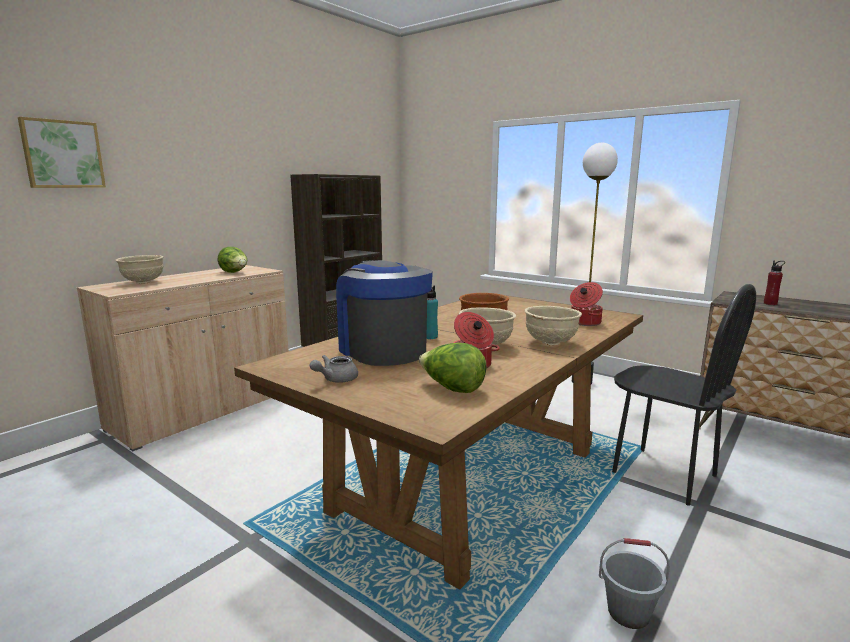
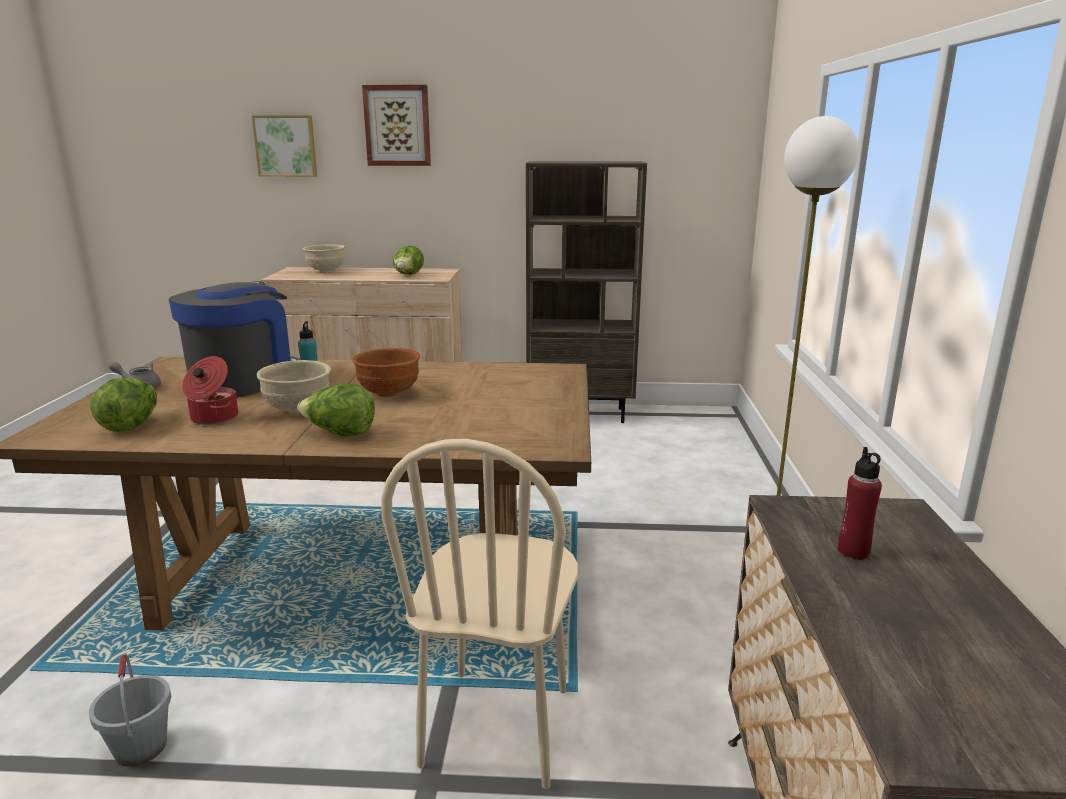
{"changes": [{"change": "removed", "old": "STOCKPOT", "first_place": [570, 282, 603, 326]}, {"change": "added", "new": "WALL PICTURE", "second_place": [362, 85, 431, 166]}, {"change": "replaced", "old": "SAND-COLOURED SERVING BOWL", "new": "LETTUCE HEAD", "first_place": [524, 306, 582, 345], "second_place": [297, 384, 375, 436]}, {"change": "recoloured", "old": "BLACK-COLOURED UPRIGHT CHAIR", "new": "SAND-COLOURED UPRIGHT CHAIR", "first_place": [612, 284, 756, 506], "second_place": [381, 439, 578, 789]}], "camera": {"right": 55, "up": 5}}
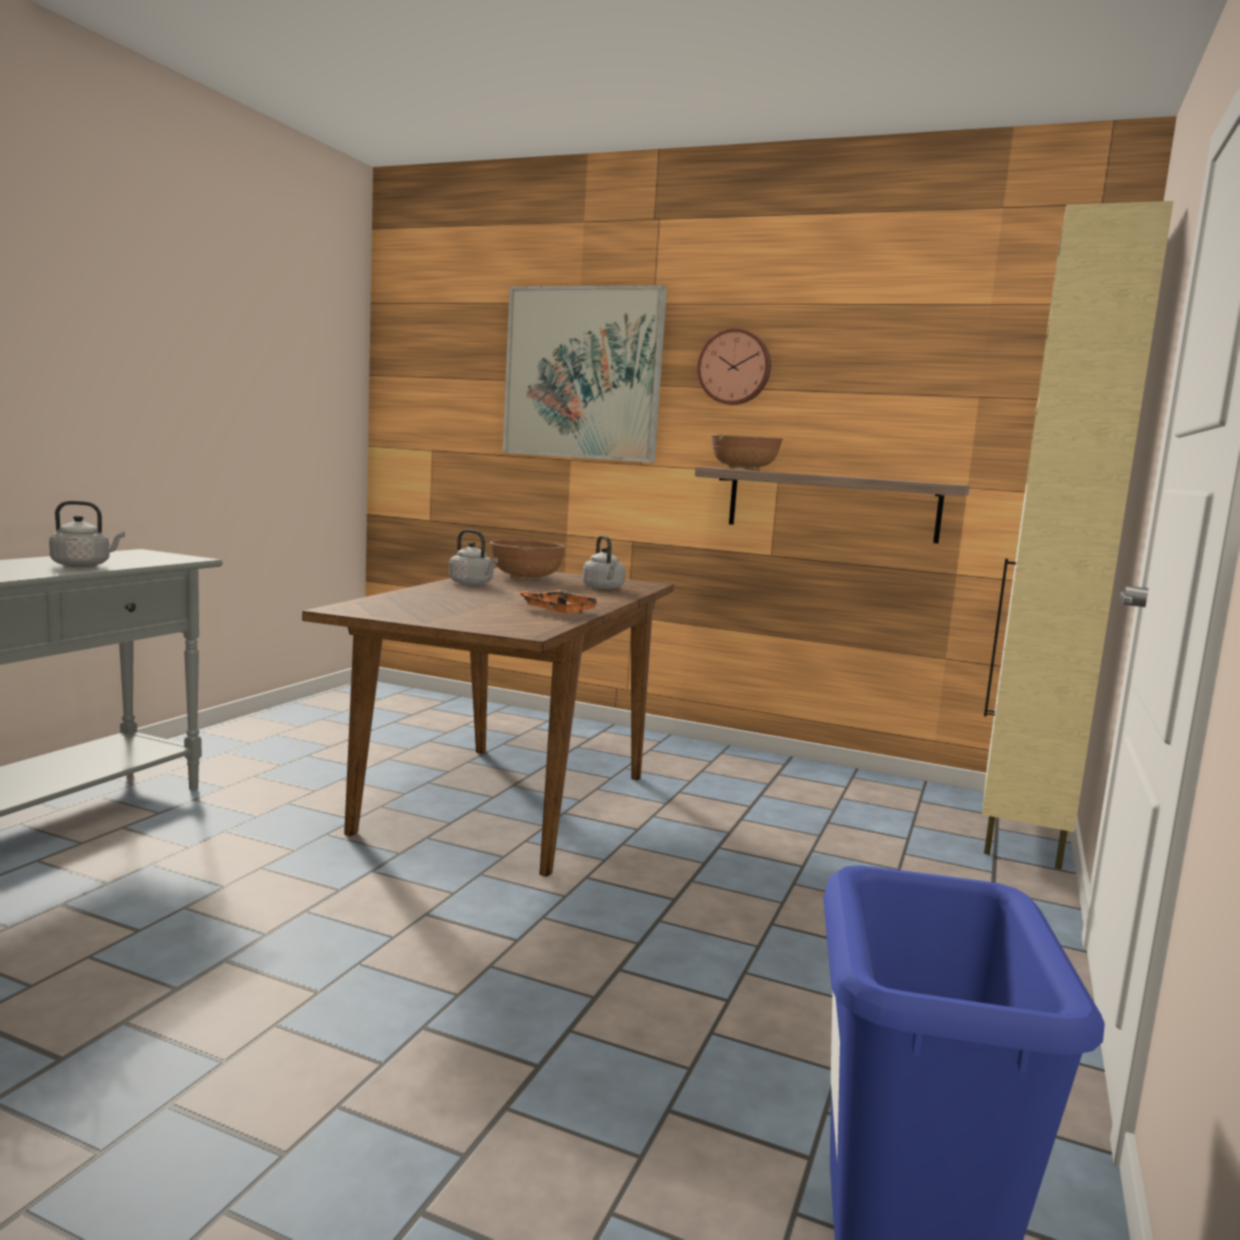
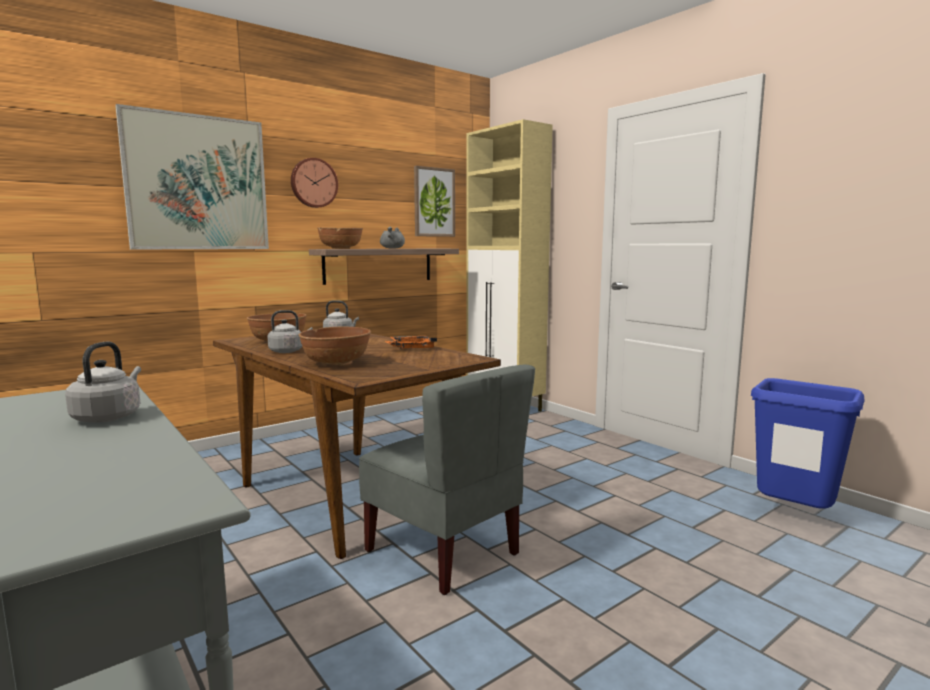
{"changes": [{"change": "added", "new": "BROWN SERVING BOWL", "second_place": [299, 327, 371, 366]}, {"change": "added", "new": "GRAY UPRIGHT CHAIR", "second_place": [359, 365, 535, 595]}, {"change": "added", "new": "GRAY STOCKPOT", "second_place": [380, 227, 405, 249]}, {"change": "added", "new": "WALL PICTURE", "second_place": [414, 166, 455, 237]}], "camera": {"right": -60, "up": 0}}
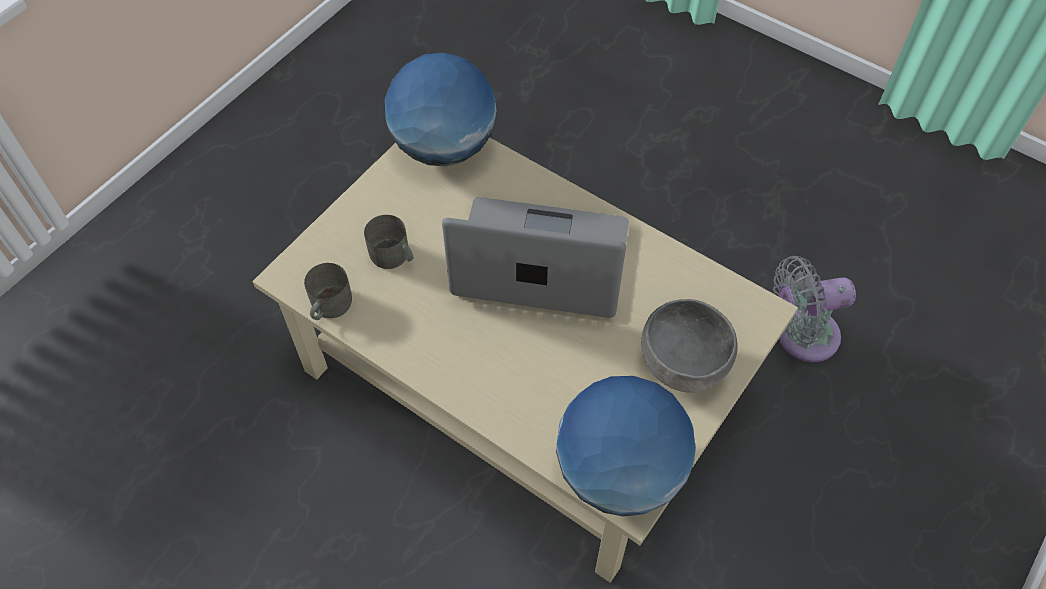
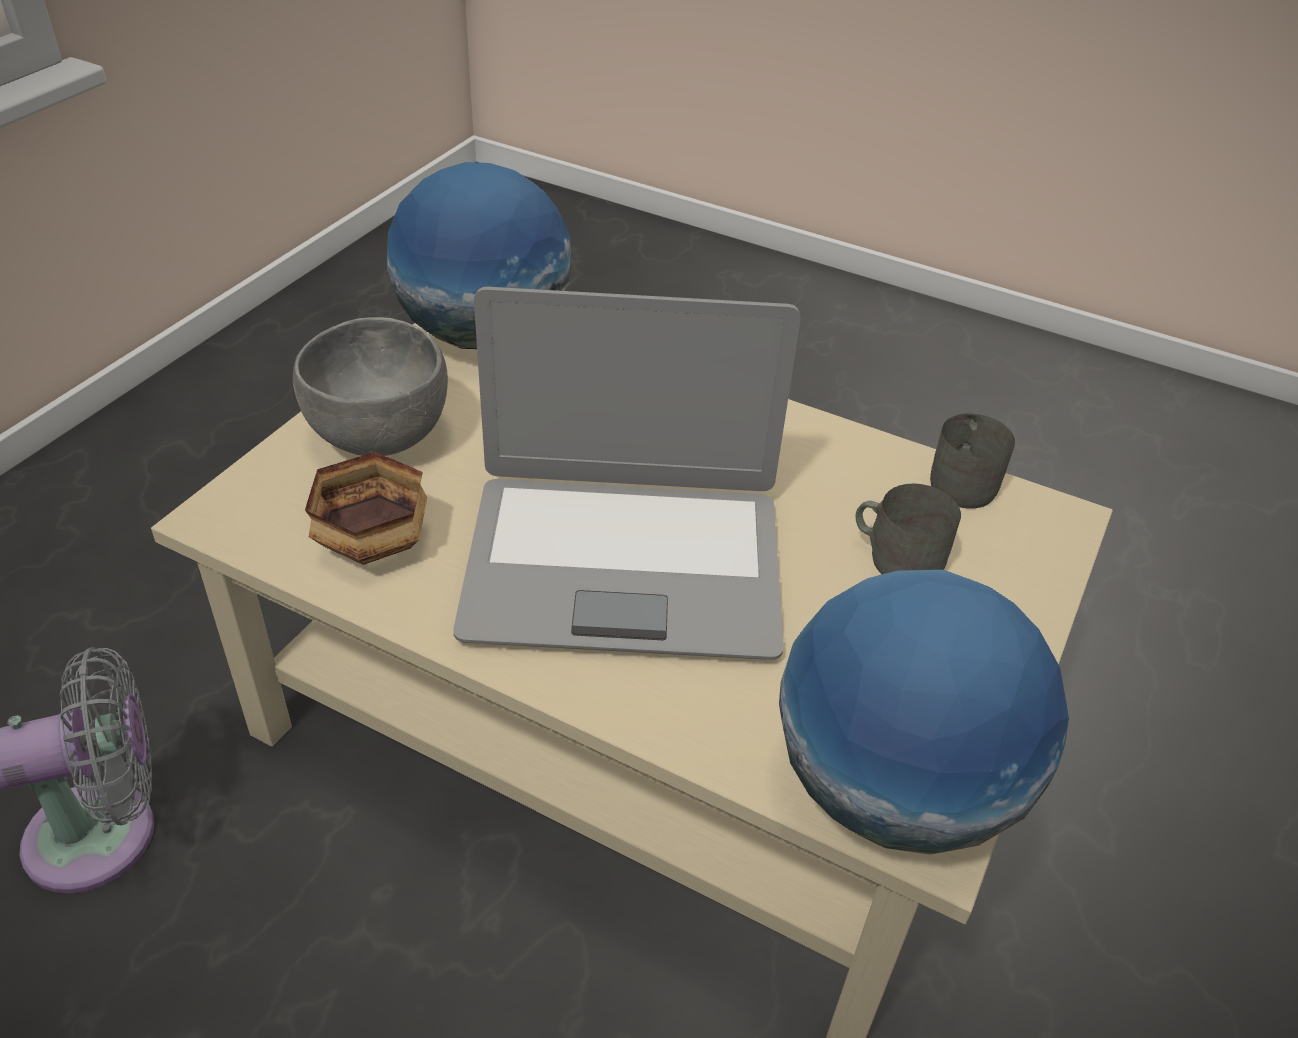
{"changes": [{"change": "added", "new": "SERVING BOWL", "second_place": [305, 452, 427, 565]}], "camera": {"right": 170, "up": -15}}
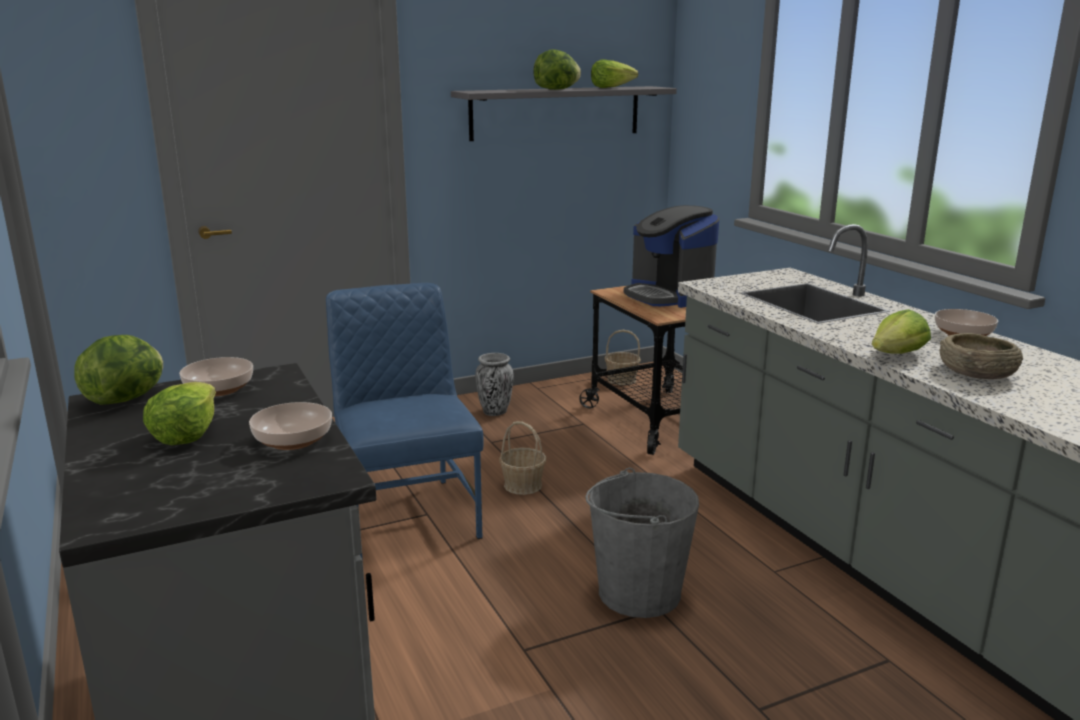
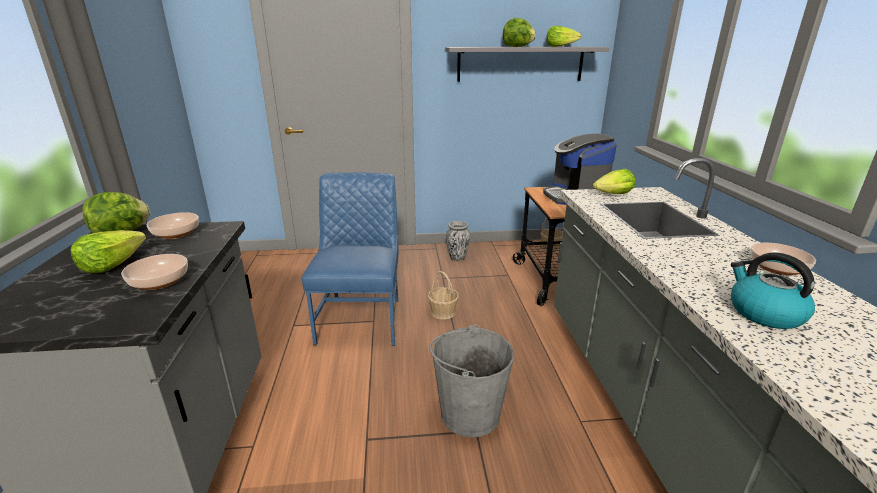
{"changes": [{"change": "moved", "old": "LETTUCE HEAD", "first_place": [872, 309, 931, 354], "second_place": [593, 169, 635, 194]}, {"change": "replaced", "old": "SAND-COLOURED SERVING BOWL", "new": "WATER KETTLE", "first_place": [939, 333, 1023, 379], "second_place": [731, 252, 815, 329]}], "camera": {"right": 20, "up": 5}}
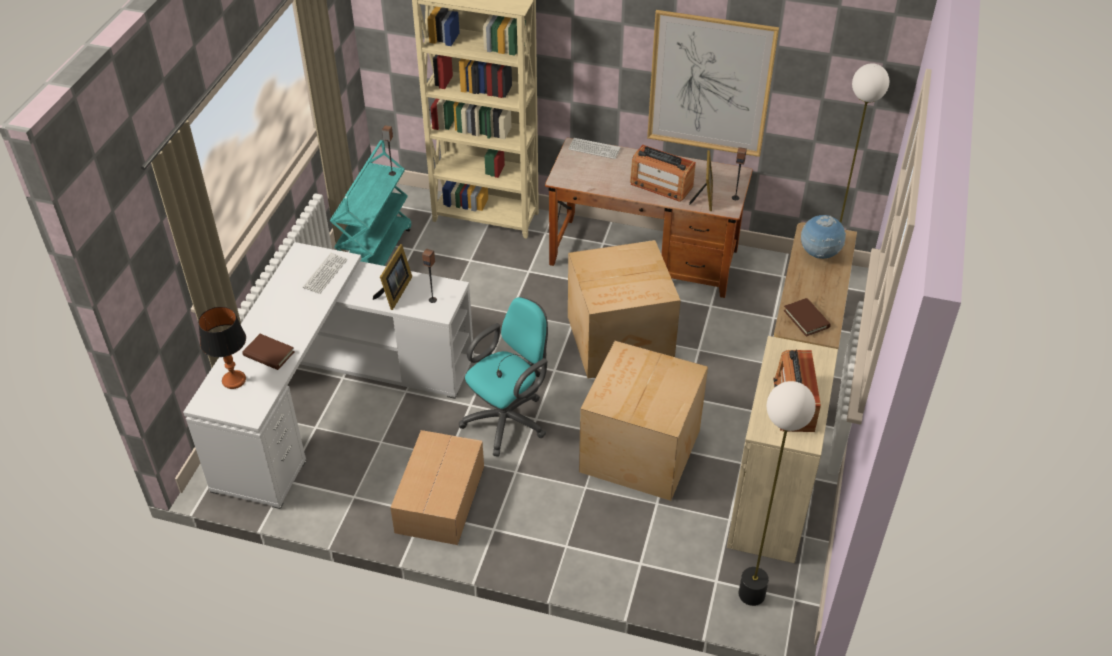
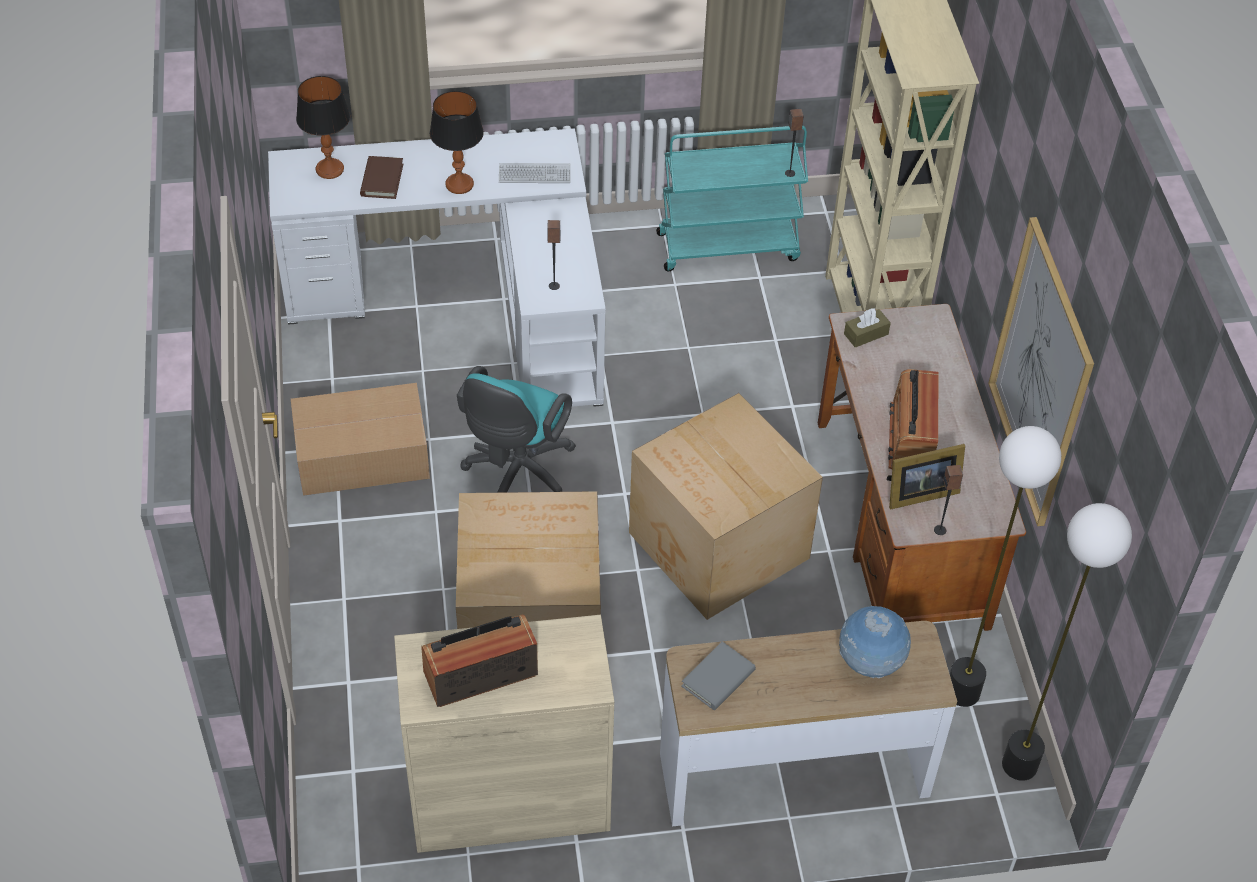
{"changes": [{"change": "removed", "old": "STANDING FRAME", "first_place": [373, 244, 412, 310]}, {"change": "removed", "old": "KEYBOARD", "first_place": [569, 138, 621, 159]}, {"change": "added", "new": "LAMP FOR A TABLE", "second_place": [430, 91, 484, 194]}, {"change": "added", "new": "BROWN BOX OF TISSUES", "second_place": [844, 308, 891, 348]}, {"change": "moved", "old": "STANDING LAMP", "first_place": [739, 381, 816, 606], "second_place": [950, 426, 1061, 707]}, {"change": "recoloured", "old": "BROWN VOLUME", "new": "GRAY VOLUME", "first_place": [783, 298, 831, 337], "second_place": [682, 641, 756, 710]}, {"change": "turned", "old": "TURQUOISE-COLOURED COMPUTER CHAIR", "first_place": [459, 297, 548, 457], "second_place": [457, 366, 576, 493], "degrees": 90}], "camera": {"right": 65, "up": 5}}
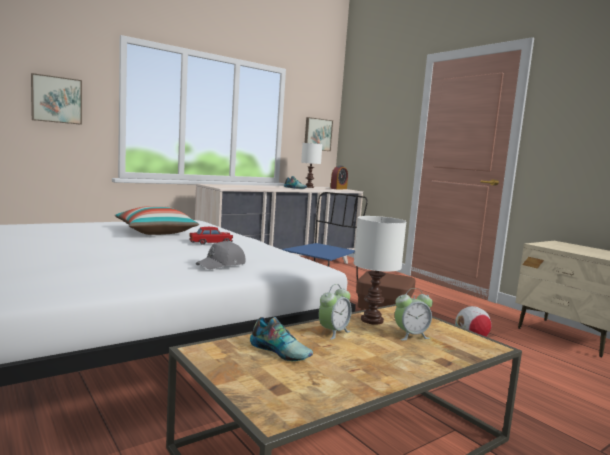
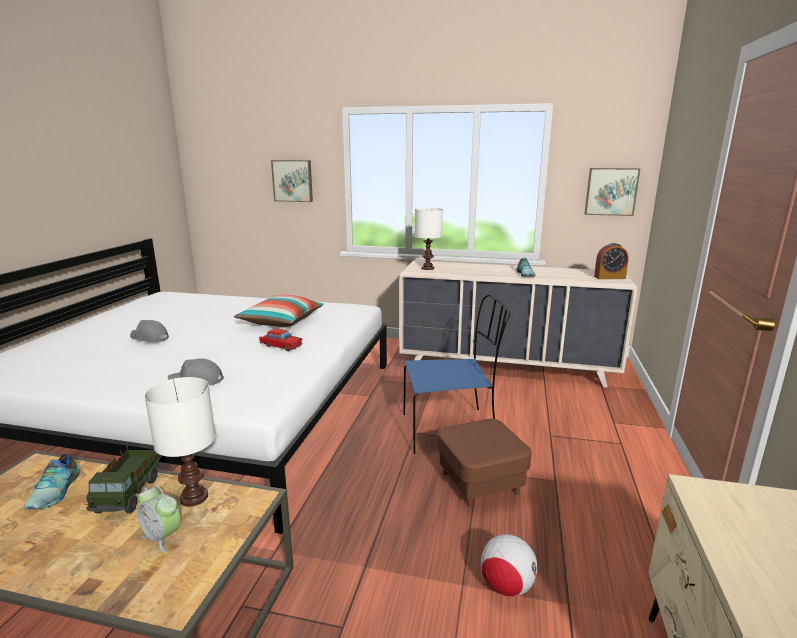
{"changes": [{"change": "added", "new": "GRAY CAP", "second_place": [130, 320, 169, 343]}, {"change": "moved", "old": "WHITISH LAMP FOR A TABLE", "first_place": [301, 143, 322, 188], "second_place": [415, 208, 443, 270]}, {"change": "replaced", "old": "BEDSIDE CLOCK", "new": "TOY TRUCK", "first_place": [318, 284, 352, 340], "second_place": [86, 444, 161, 513]}], "camera": {"right": 50, "up": 10}}
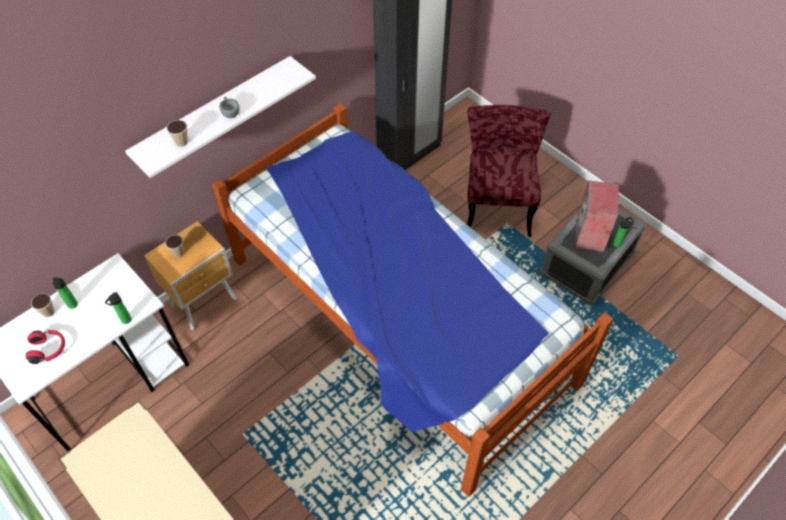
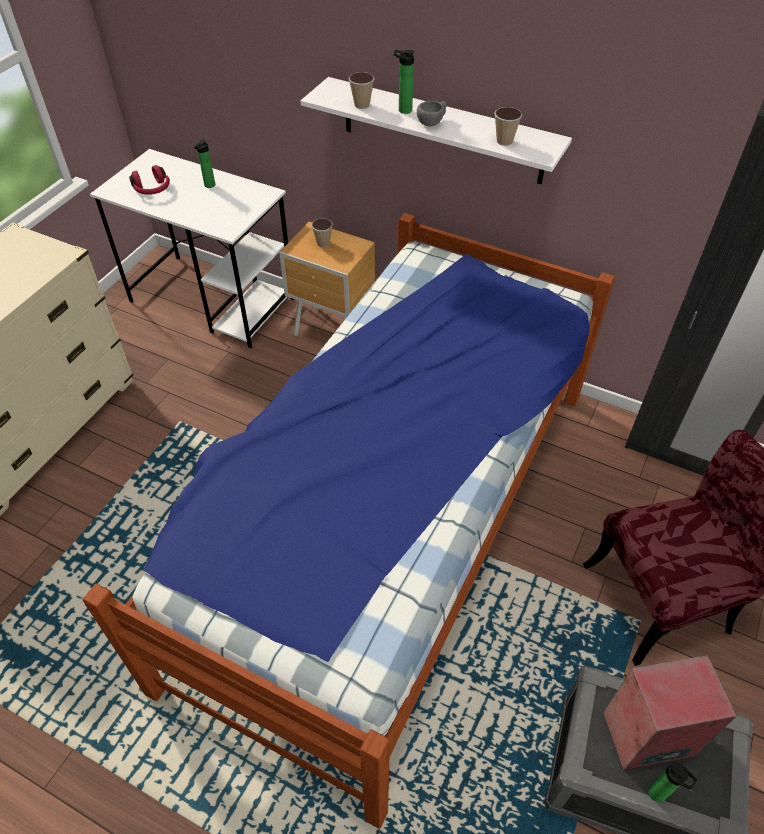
{"changes": [{"change": "moved", "old": "DRINKING CUP", "first_place": [31, 293, 54, 317], "second_place": [494, 107, 522, 146]}, {"change": "moved", "old": "BEVERAGE BOTTLE", "first_place": [105, 292, 132, 324], "second_place": [394, 50, 415, 114]}], "camera": {"right": 70, "up": -5}}
